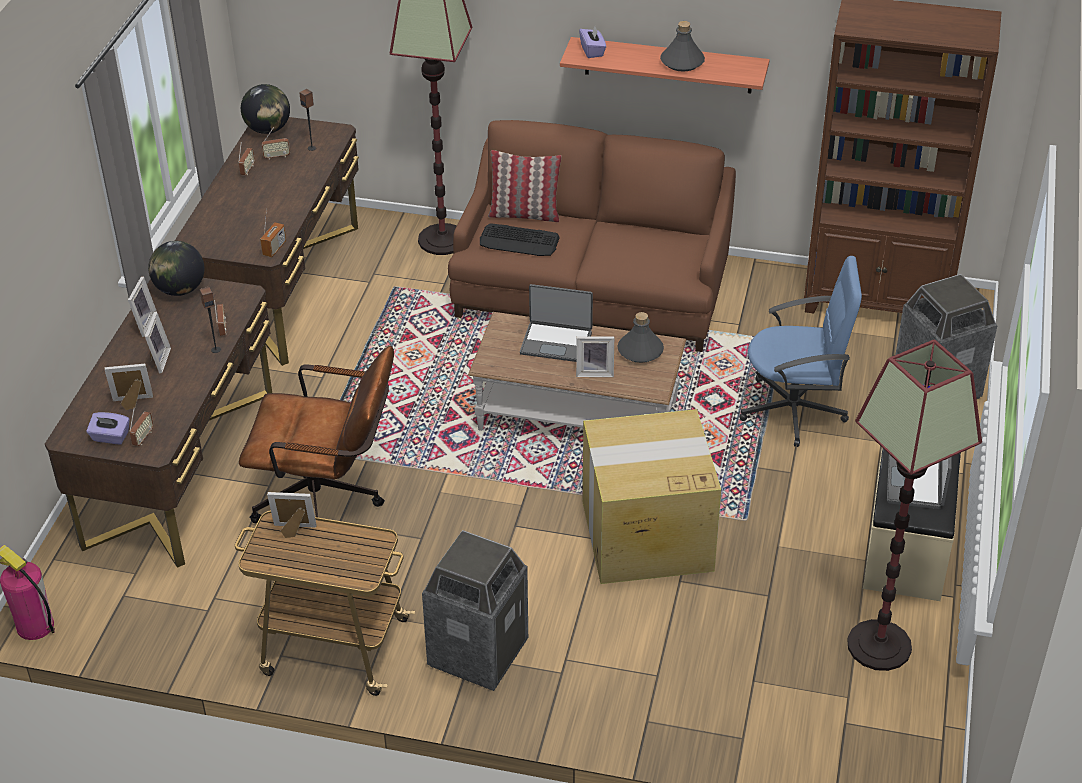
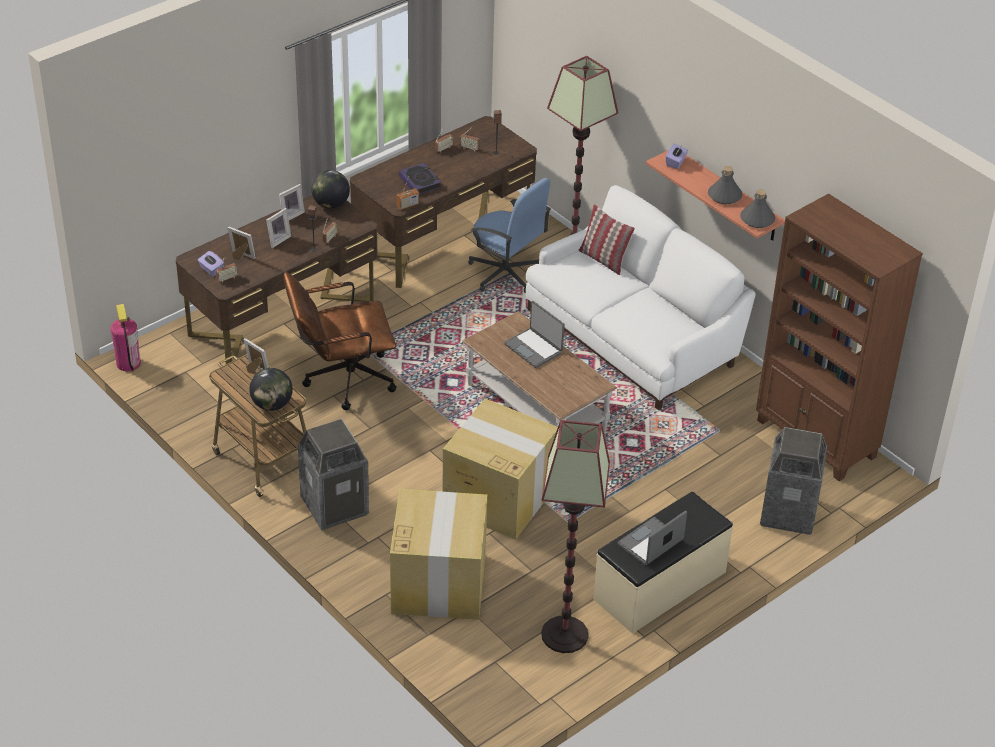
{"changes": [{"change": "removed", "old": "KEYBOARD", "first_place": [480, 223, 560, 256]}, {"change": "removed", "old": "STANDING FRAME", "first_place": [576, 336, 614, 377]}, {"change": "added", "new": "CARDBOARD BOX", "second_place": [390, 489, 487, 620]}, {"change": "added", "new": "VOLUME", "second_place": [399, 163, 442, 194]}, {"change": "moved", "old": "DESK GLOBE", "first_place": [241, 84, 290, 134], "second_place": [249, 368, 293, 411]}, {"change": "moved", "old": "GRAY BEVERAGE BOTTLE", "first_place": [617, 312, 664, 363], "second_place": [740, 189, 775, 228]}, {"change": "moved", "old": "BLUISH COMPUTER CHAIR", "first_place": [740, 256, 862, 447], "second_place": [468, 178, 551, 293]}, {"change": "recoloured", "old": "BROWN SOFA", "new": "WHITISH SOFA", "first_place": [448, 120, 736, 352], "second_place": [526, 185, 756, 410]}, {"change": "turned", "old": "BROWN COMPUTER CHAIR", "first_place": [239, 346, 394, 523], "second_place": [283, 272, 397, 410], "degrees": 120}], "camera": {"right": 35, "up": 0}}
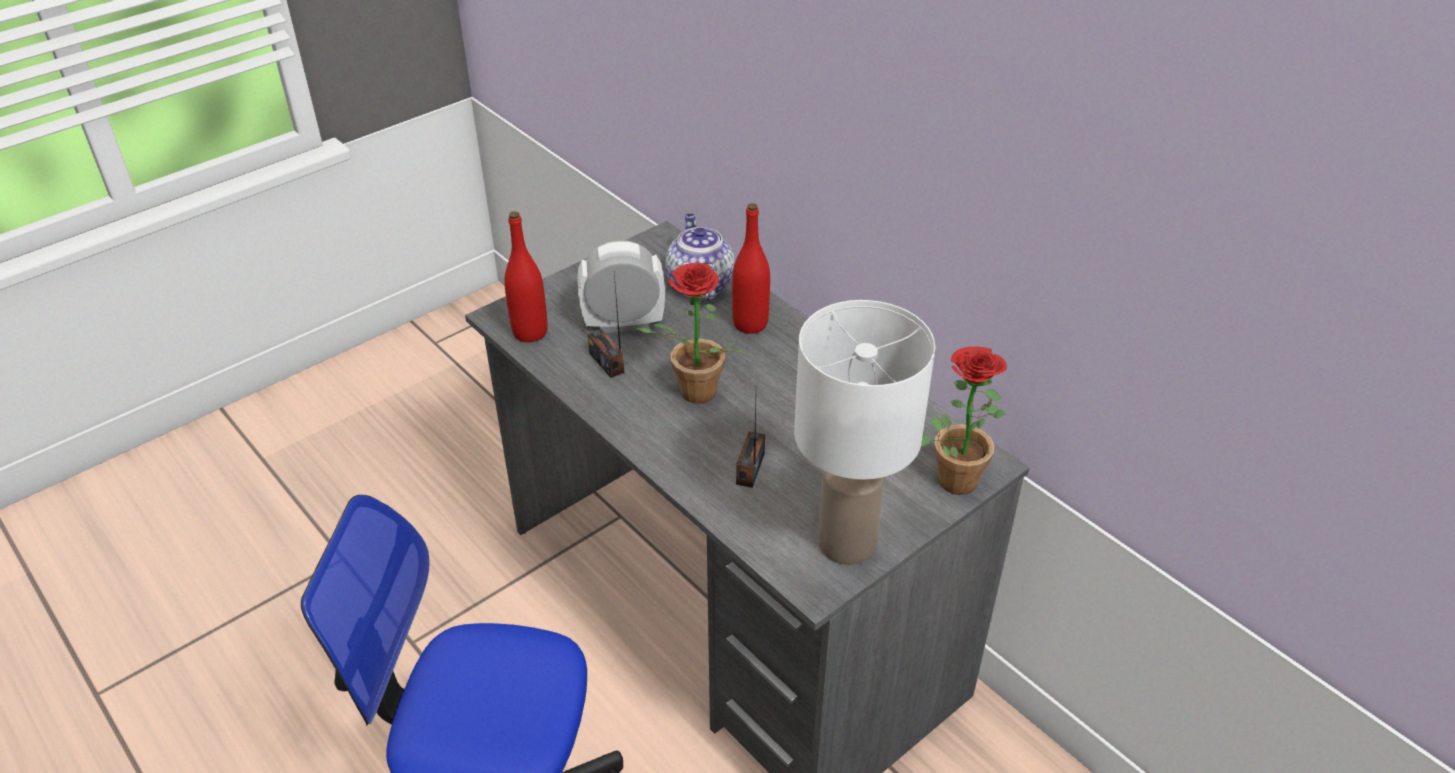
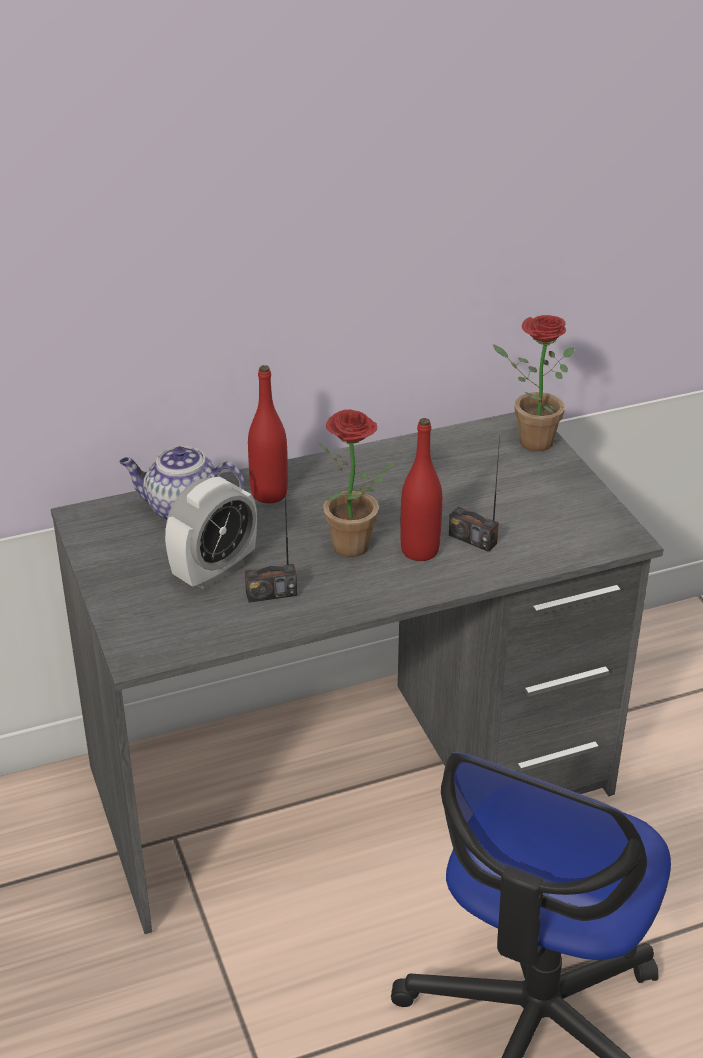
{"changes": [{"change": "removed", "old": "WHITISH LAMP FOR A TABLE", "first_place": [794, 300, 936, 565]}, {"change": "moved", "old": "RED BEVERAGE BOTTLE", "first_place": [504, 211, 548, 342], "second_place": [400, 418, 442, 561]}, {"change": "turned", "old": "BEDSIDE CLOCK", "first_place": [578, 240, 665, 333], "second_place": [165, 477, 257, 589], "degrees": -150}], "camera": {"right": -70, "up": -5}}
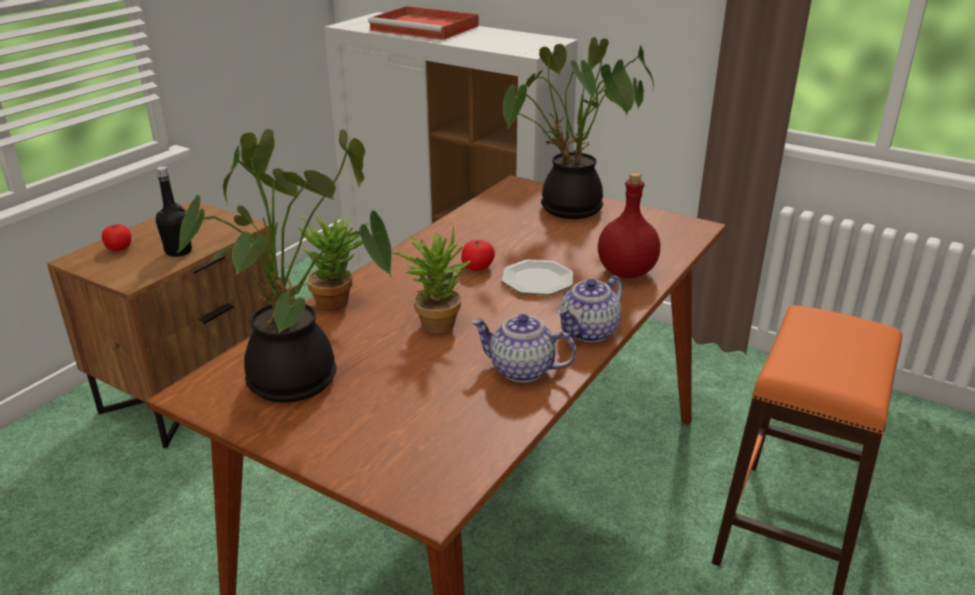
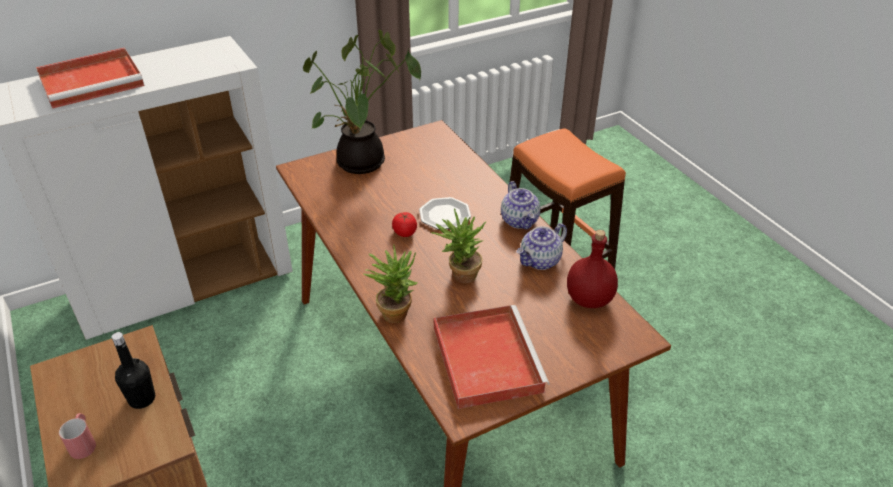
{"changes": [{"change": "moved", "old": "RED BEVERAGE BOTTLE", "first_place": [598, 173, 660, 278], "second_place": [567, 230, 618, 308]}, {"change": "replaced", "old": "WHOLE TOMATO", "new": "RED MUG", "first_place": [102, 224, 131, 251], "second_place": [59, 413, 96, 459]}, {"change": "replaced", "old": "HOUSEPLANT", "new": "RED TRAY", "first_place": [177, 129, 392, 403], "second_place": [434, 305, 549, 409]}], "camera": {"right": -60, "up": 10}}
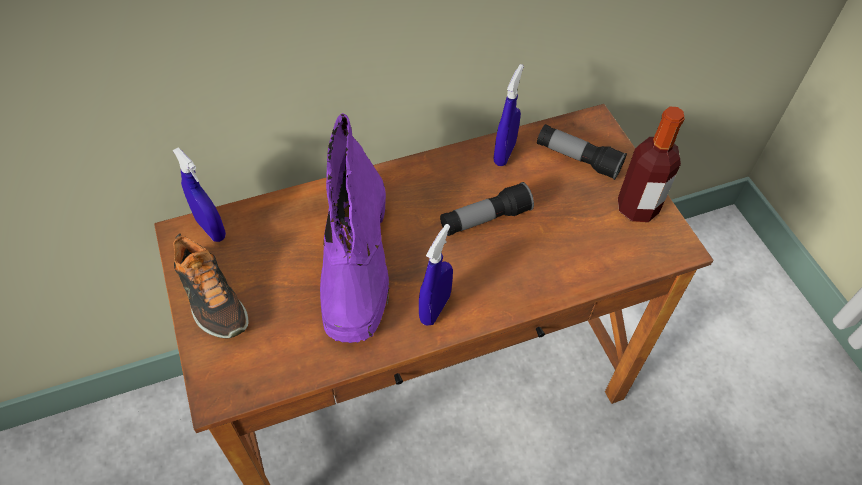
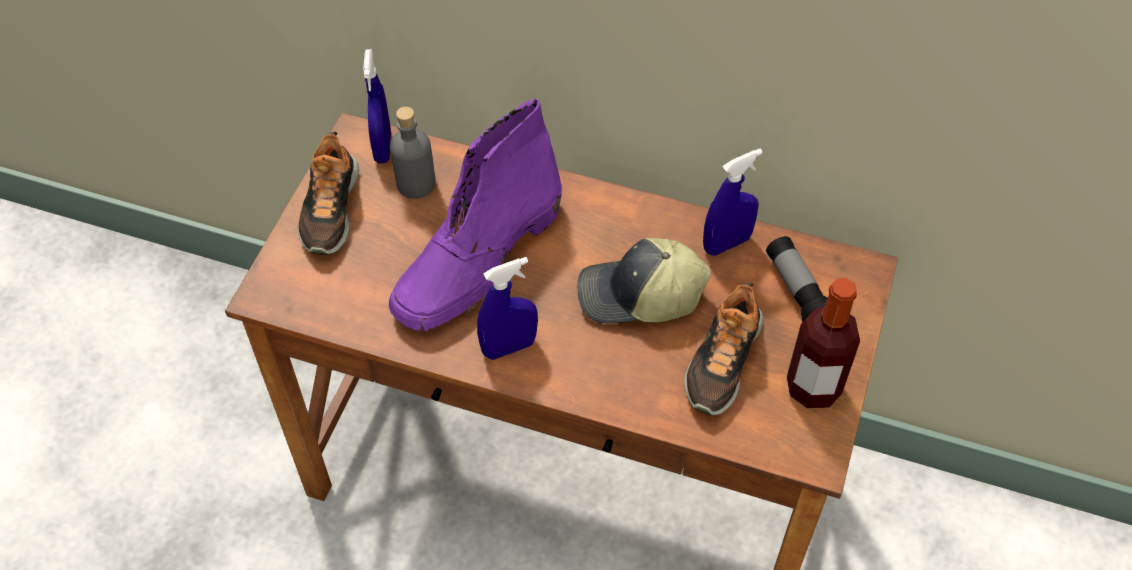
{"changes": [{"change": "added", "new": "GRAY BEVERAGE BOTTLE", "second_place": [390, 107, 436, 199]}, {"change": "added", "new": "LOW SHOE", "second_place": [685, 283, 763, 416]}, {"change": "replaced", "old": "FLASHLIGHT", "new": "CAP", "first_place": [440, 182, 534, 236], "second_place": [577, 238, 710, 324]}], "camera": {"right": 40, "up": 0}}
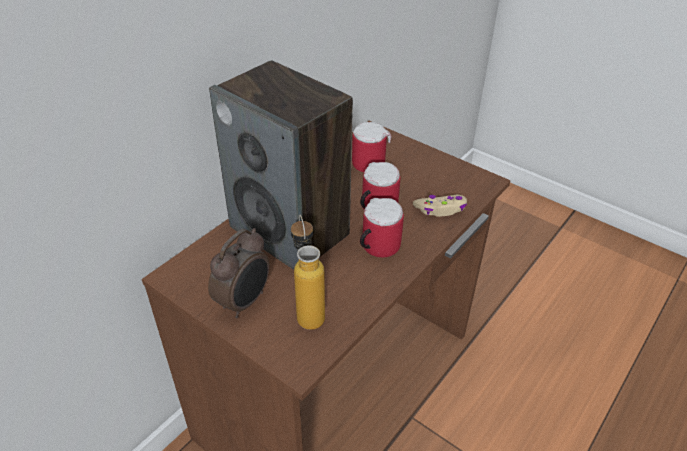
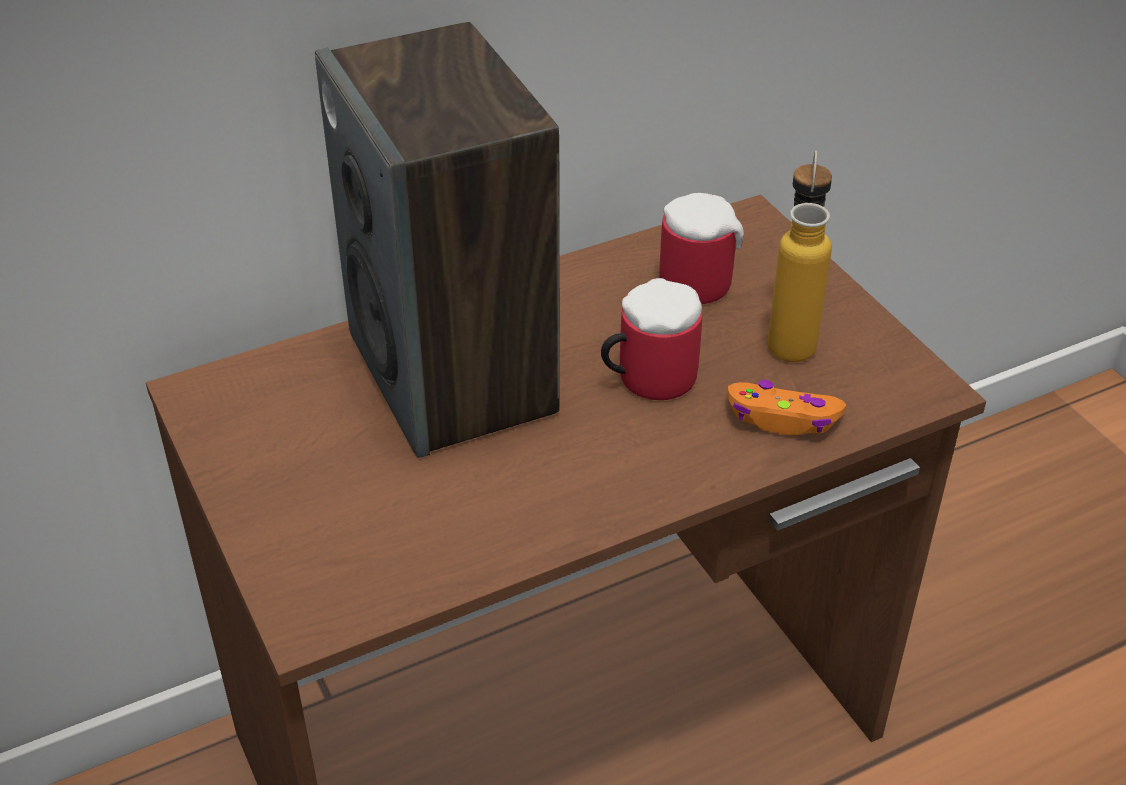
{"changes": [{"change": "removed", "old": "BEDSIDE CLOCK", "first_place": [208, 228, 270, 318]}, {"change": "removed", "old": "MUG", "first_place": [360, 198, 404, 258]}, {"change": "moved", "old": "BEVERAGE BOTTLE", "first_place": [291, 214, 325, 330], "second_place": [768, 151, 832, 362]}, {"change": "recoloured", "old": "SAND-COLOURED GAME CONTROLLER", "new": "ORANGE GAME CONTROLLER", "first_place": [413, 195, 467, 217], "second_place": [727, 380, 846, 435]}], "camera": {"right": 25, "up": 0}}
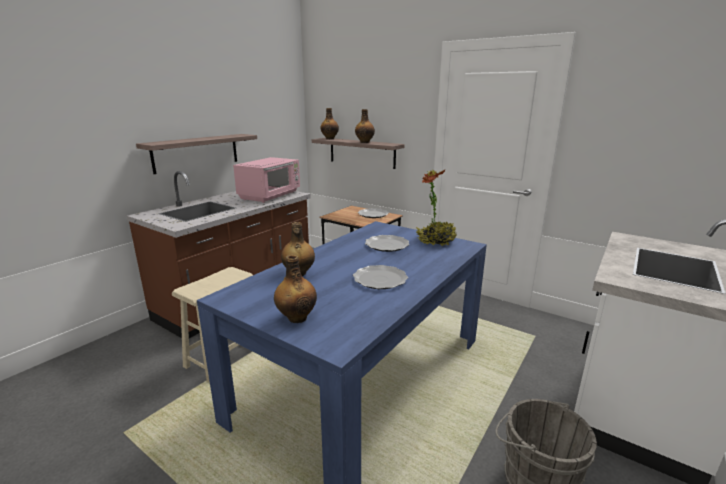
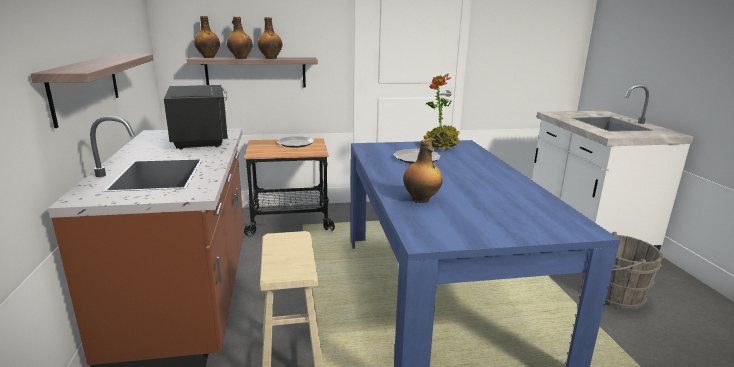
{"changes": [{"change": "removed", "old": "DINNER PLATE", "first_place": [353, 265, 408, 289]}, {"change": "moved", "old": "BEVERAGE BOTTLE", "first_place": [274, 254, 317, 323], "second_place": [227, 17, 253, 59]}, {"change": "recoloured", "old": "PINKISH KITCHEN MICROWAVE", "new": "BLACK-COLOURED KITCHEN MICROWAVE", "first_place": [233, 157, 300, 203], "second_place": [164, 85, 228, 150]}], "camera": {"right": -45, "up": 0}}
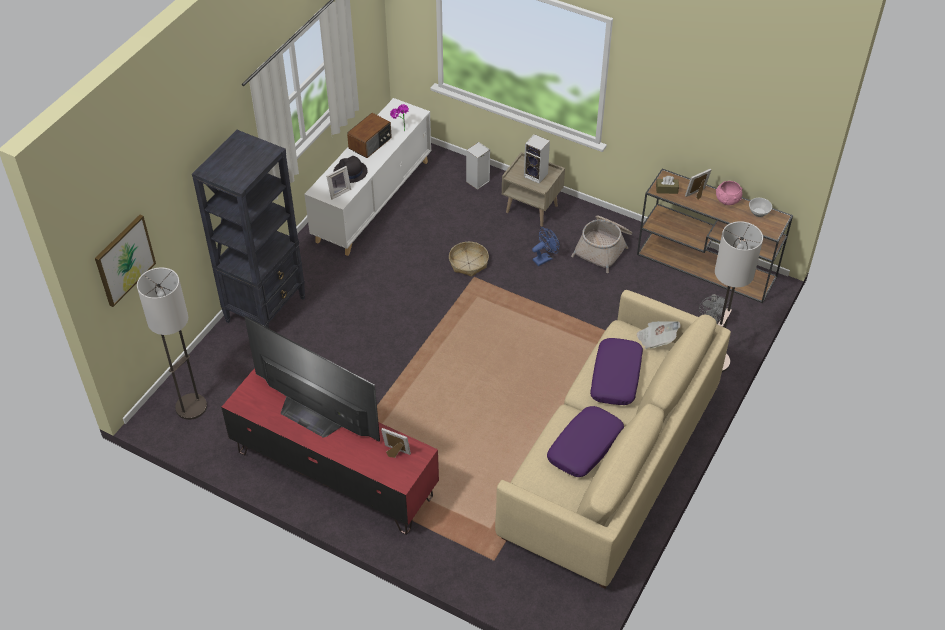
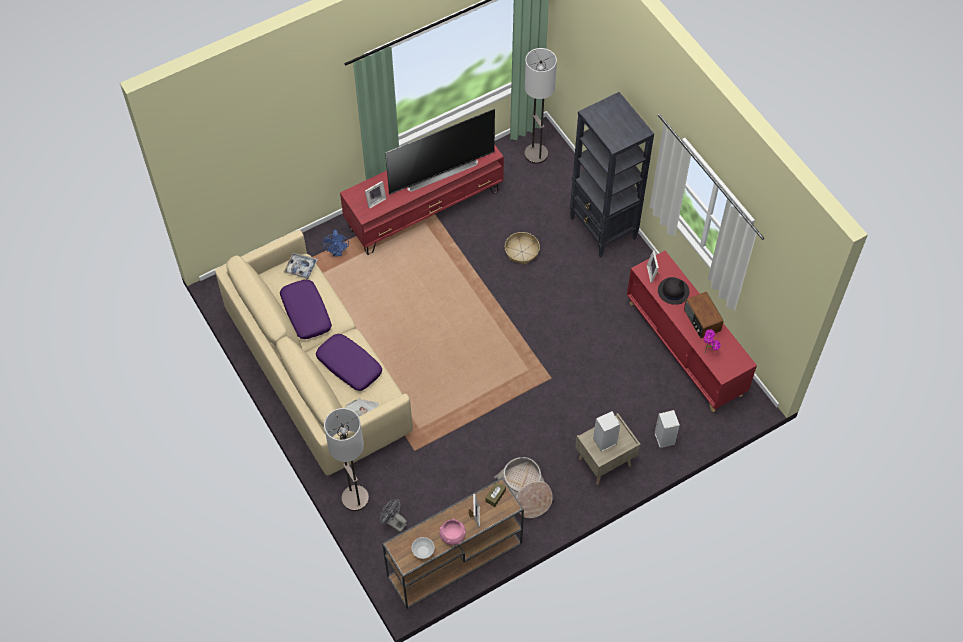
{"changes": [{"change": "removed", "old": "WALL PICTURE", "first_place": [95, 215, 156, 307]}, {"change": "added", "new": "TRAY", "second_place": [283, 253, 318, 279]}, {"change": "moved", "old": "STORAGE BASKET", "first_place": [449, 242, 489, 277], "second_place": [505, 232, 540, 265]}, {"change": "moved", "old": "BLUISH FAN", "first_place": [532, 227, 560, 266], "second_place": [322, 230, 349, 256]}, {"change": "recoloured", "old": "WHITISH STORAGE CABINET", "new": "RED STORAGE CABINET", "first_place": [304, 98, 431, 256], "second_place": [627, 251, 757, 412]}], "camera": {"right": 120, "up": 10}}
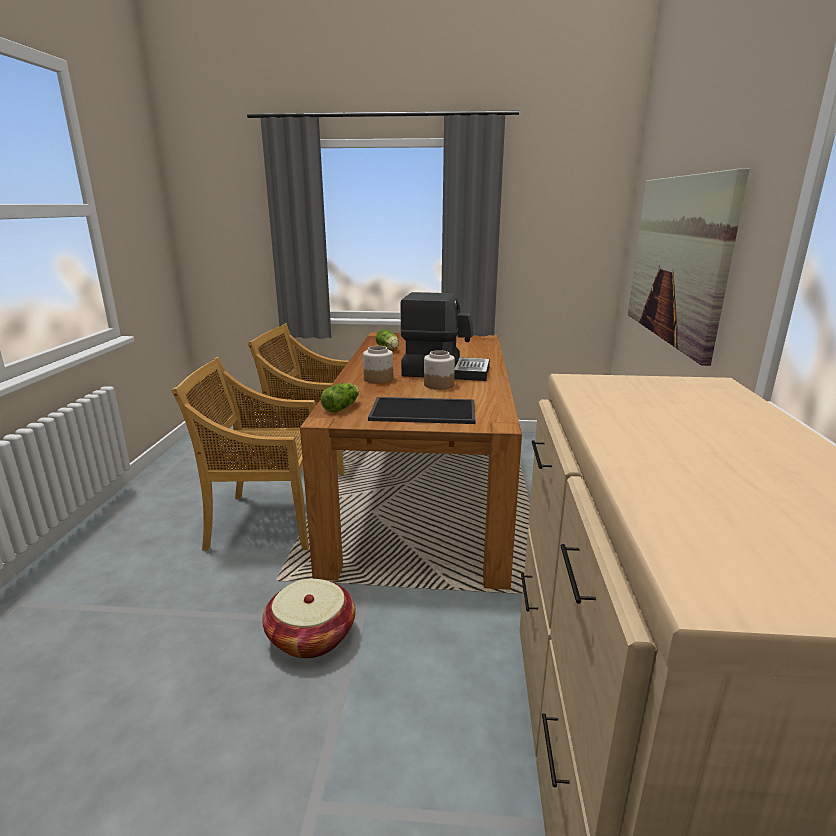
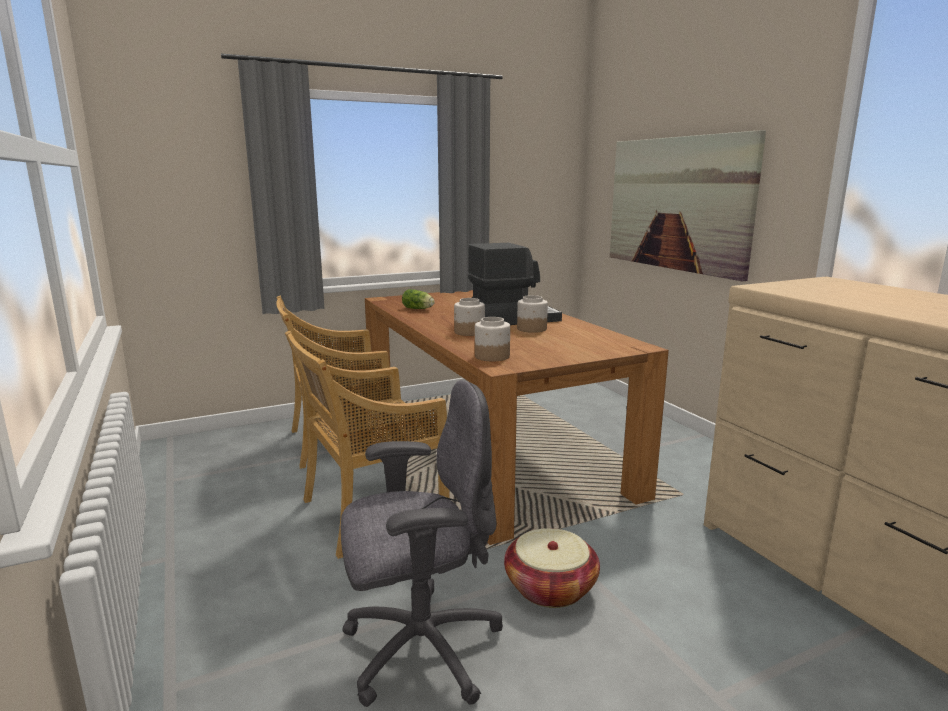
{"changes": [{"change": "removed", "old": "TRAY", "first_place": [368, 397, 475, 424]}, {"change": "added", "new": "GRAY COMPUTER CHAIR", "second_place": [341, 380, 503, 707]}, {"change": "replaced", "old": "LETTUCE HEAD", "new": "JAR", "first_place": [320, 383, 359, 413], "second_place": [475, 317, 510, 361]}], "camera": {"right": -30, "up": -5}}
